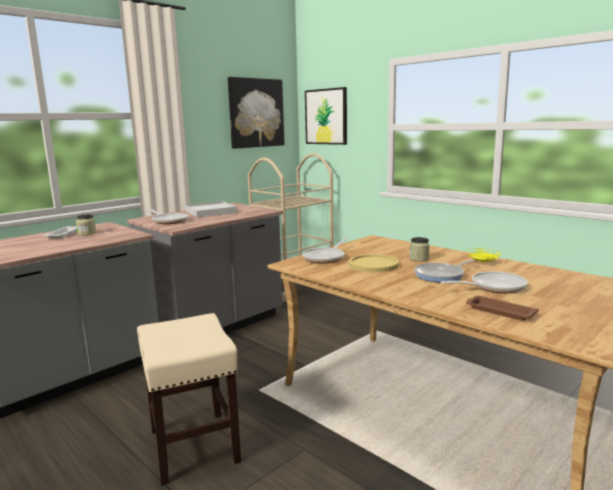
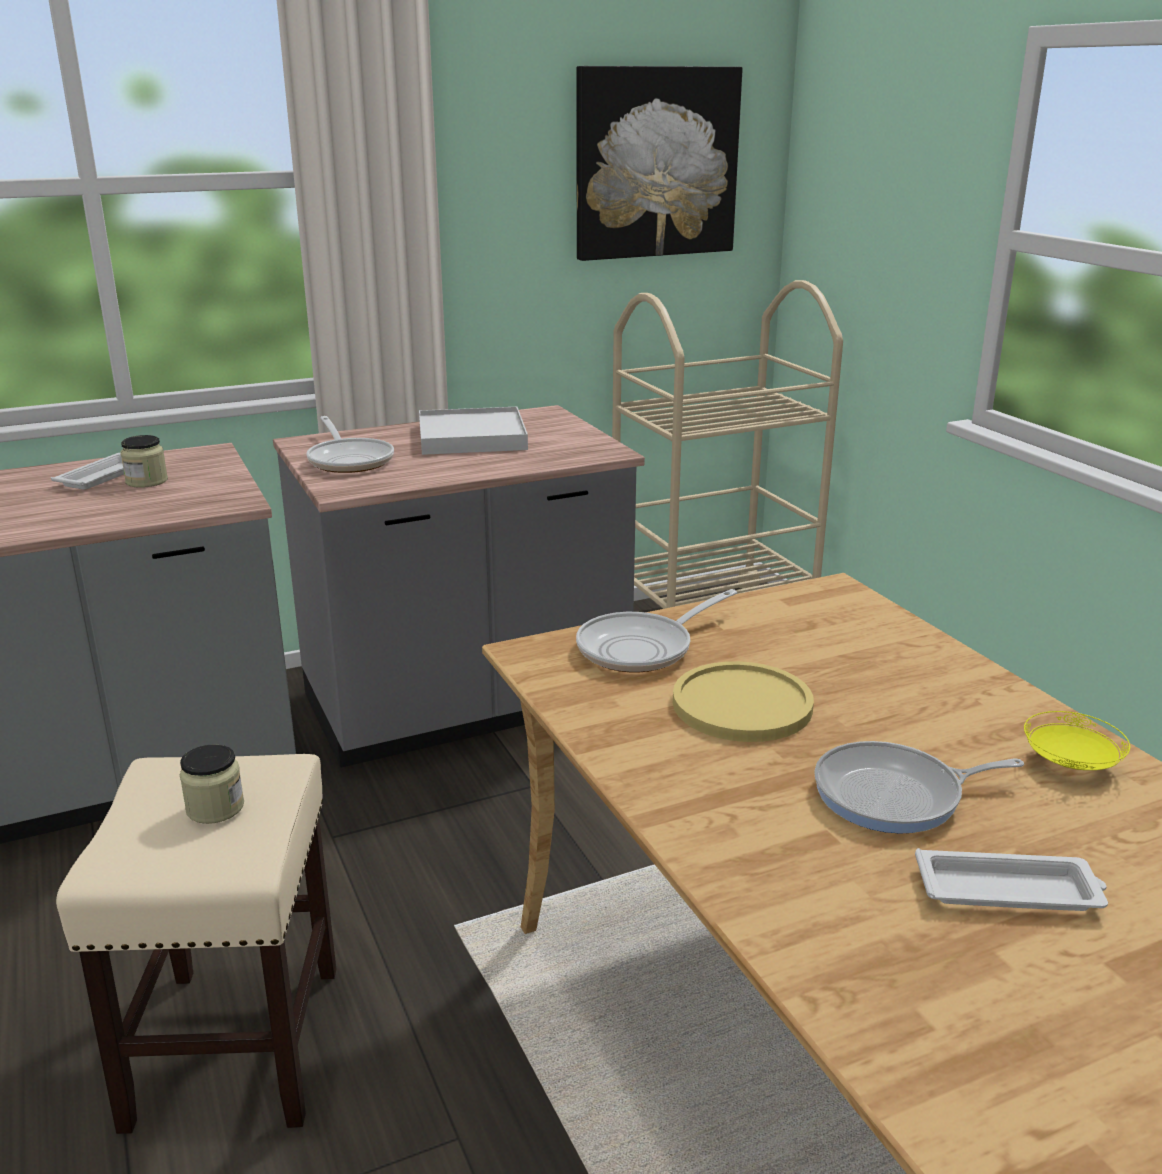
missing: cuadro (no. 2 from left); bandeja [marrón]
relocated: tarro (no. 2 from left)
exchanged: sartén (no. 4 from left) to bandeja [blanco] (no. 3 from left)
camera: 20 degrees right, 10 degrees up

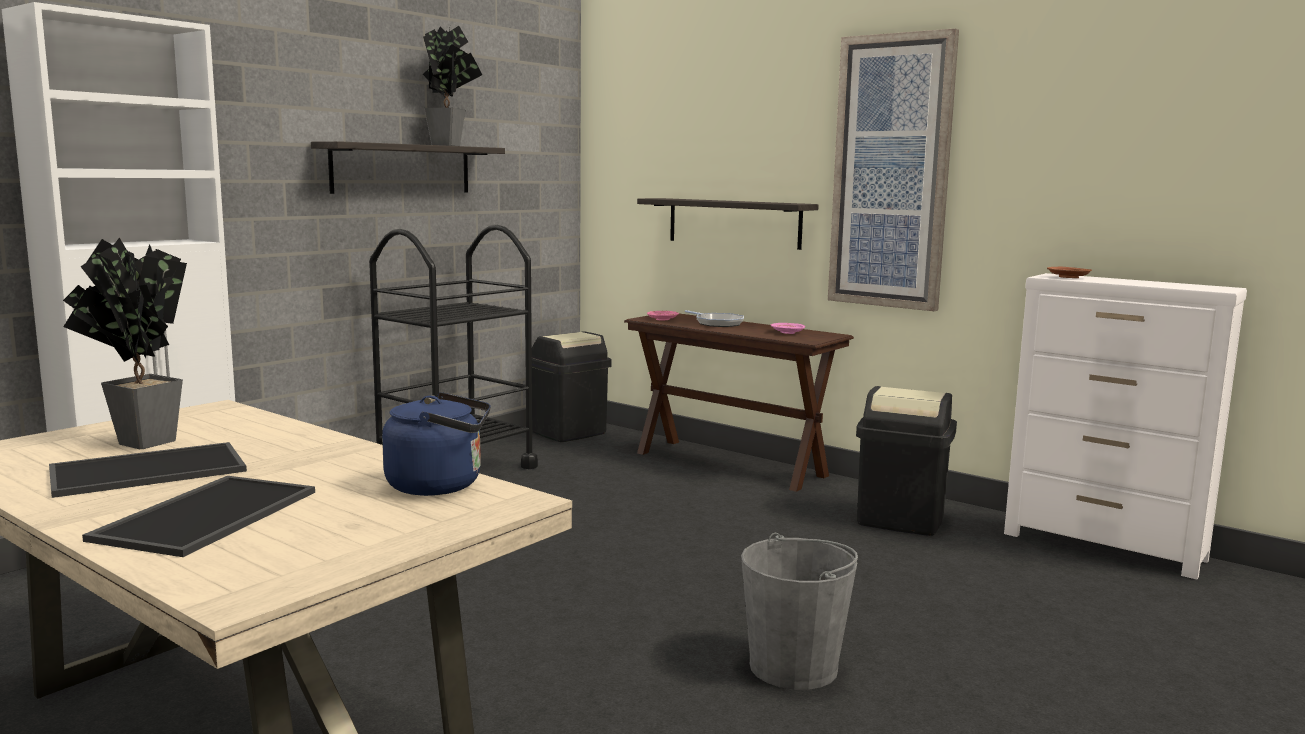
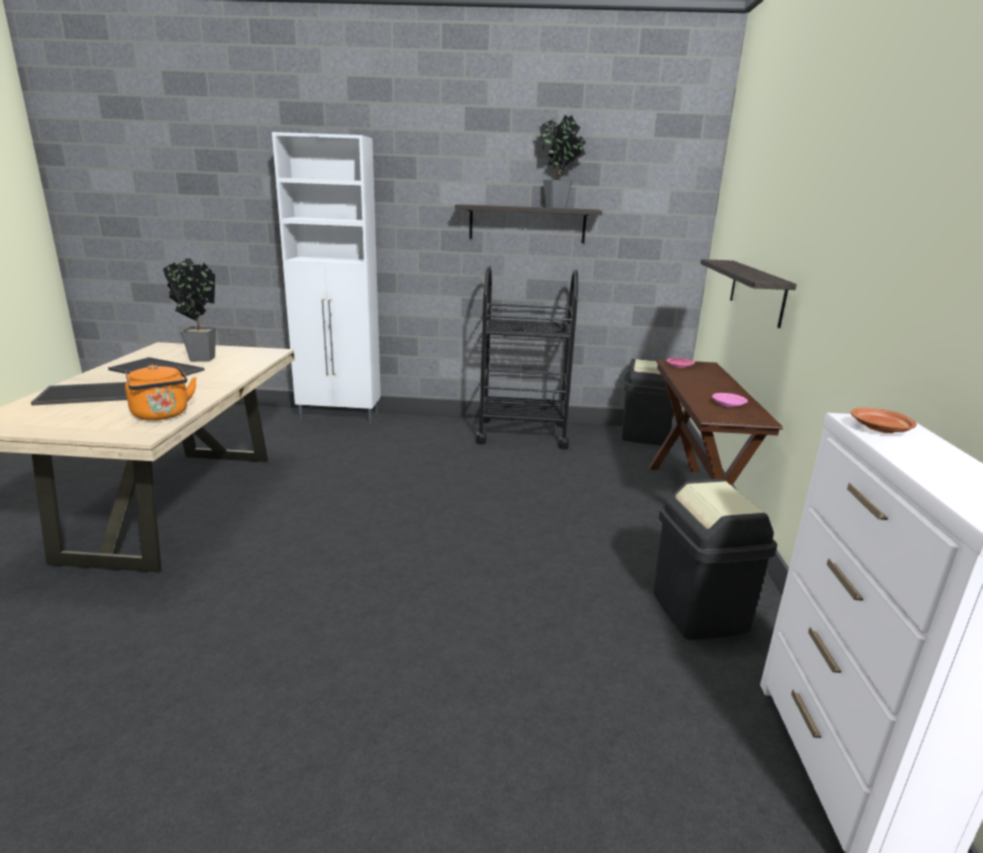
missing: sartén; cubo [gris]; cuadro
colour: hervidor [azul] to hervidor [naranja]
camera: 55 degrees right, 10 degrees up

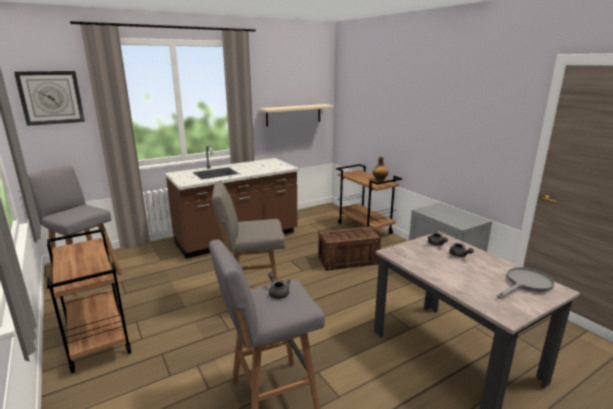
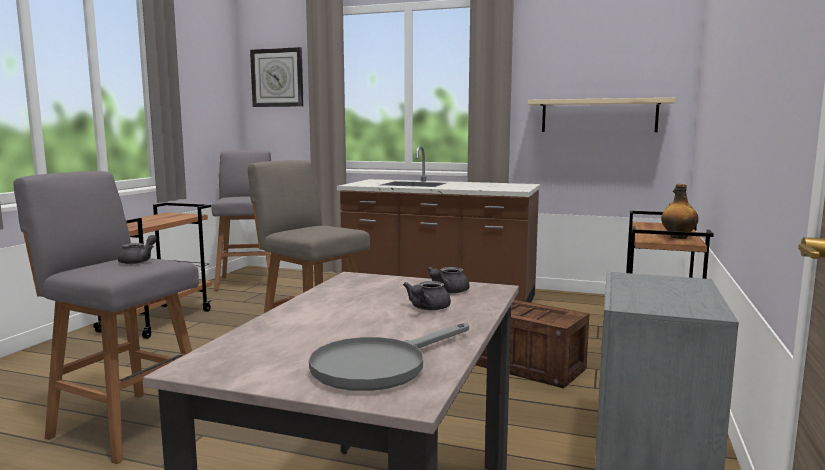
spun: sartén [gris] 120 degrees clockwise
camera: 50 degrees right, 10 degrees down

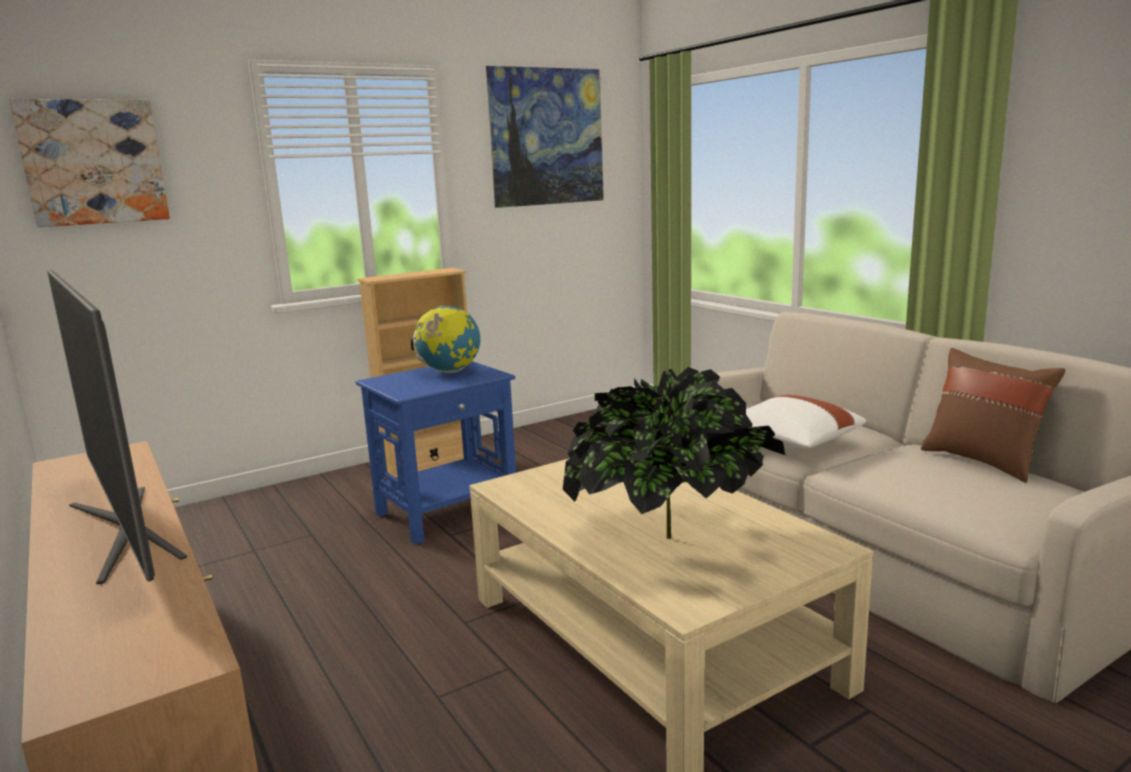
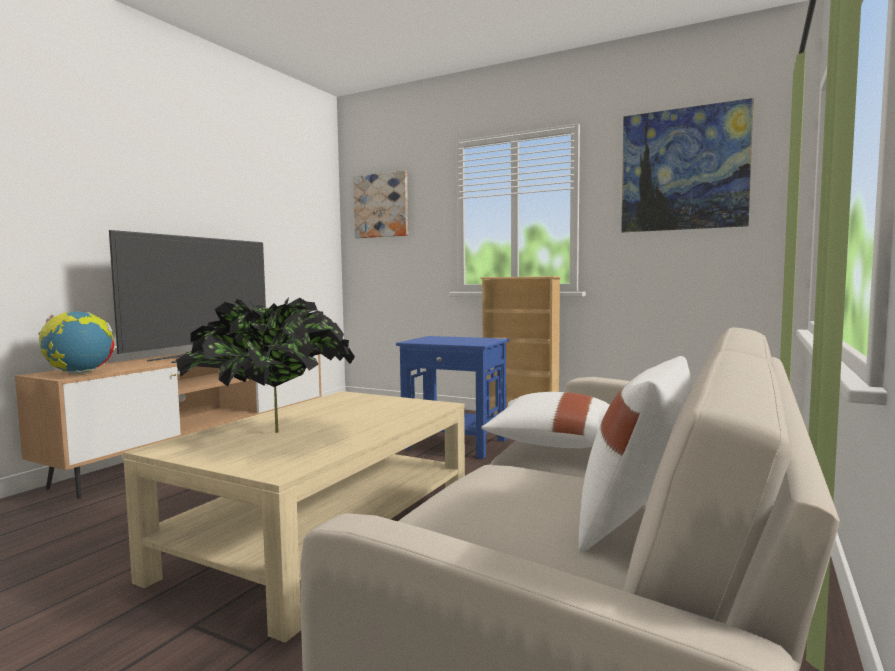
relocated: globo terráqueo
colour: cojín [marrón] to cojín [blanco] (no. 2 from left)
camera: 60 degrees right, 10 degrees down

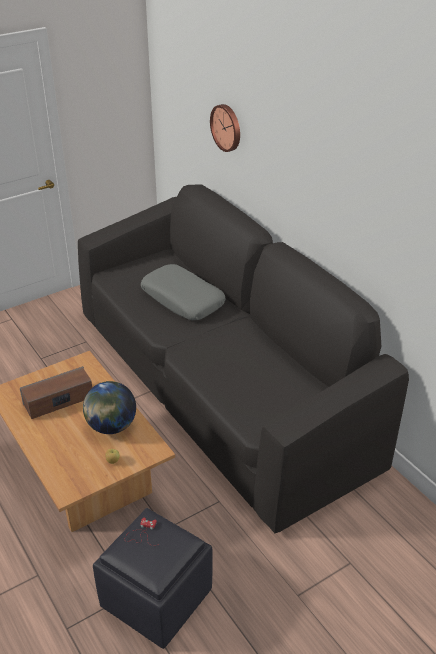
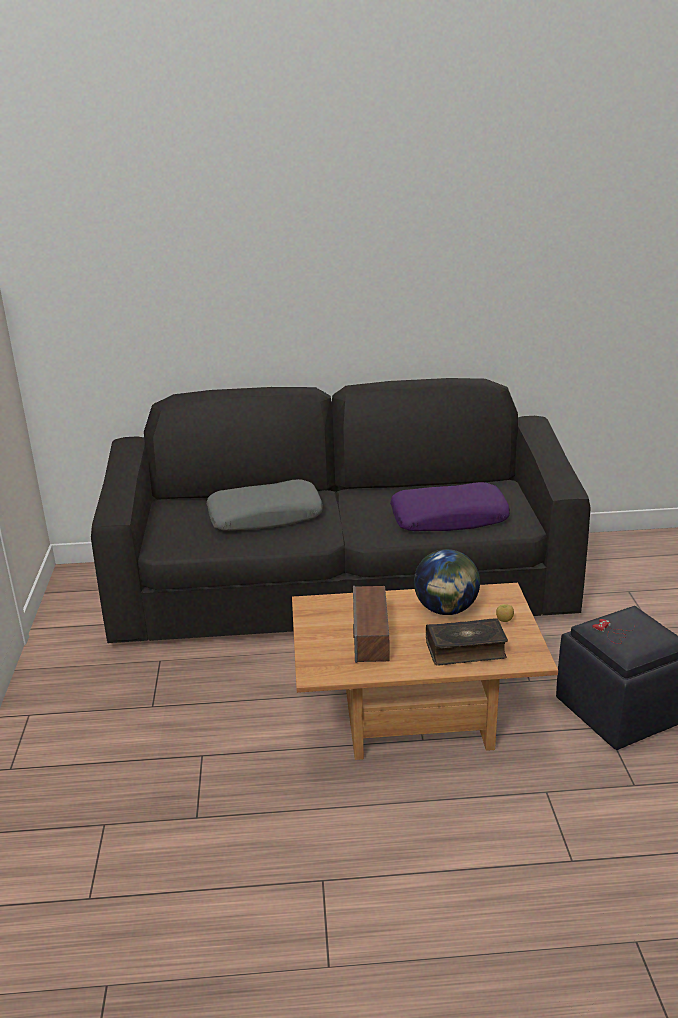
missing: reloj de pared
appeared: cojín [morado]; libro
camera: 60 degrees left, 10 degrees down

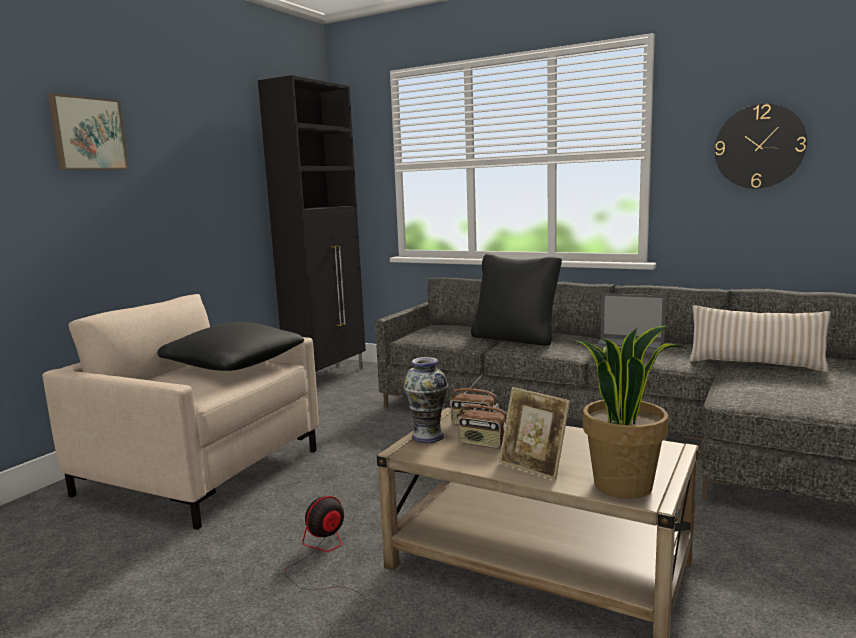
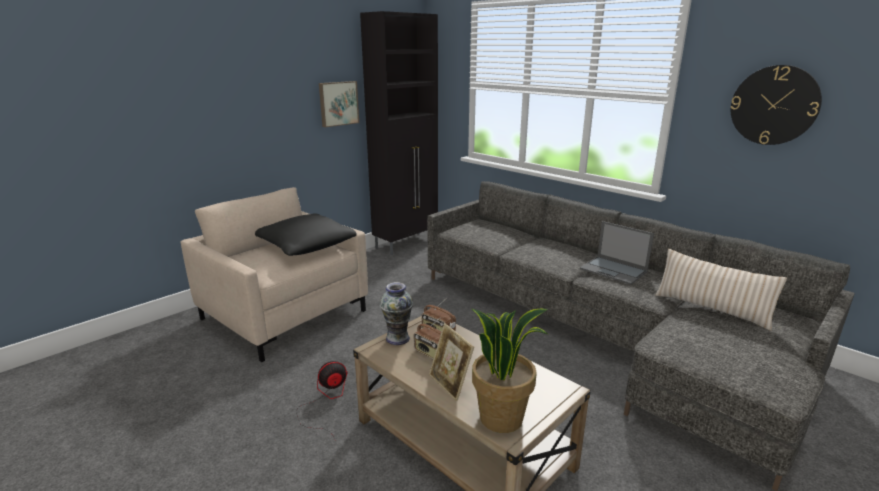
missing: cojín [negro] (no. 2 from left)
relocated: cuadro
camera: 15 degrees right, 10 degrees up

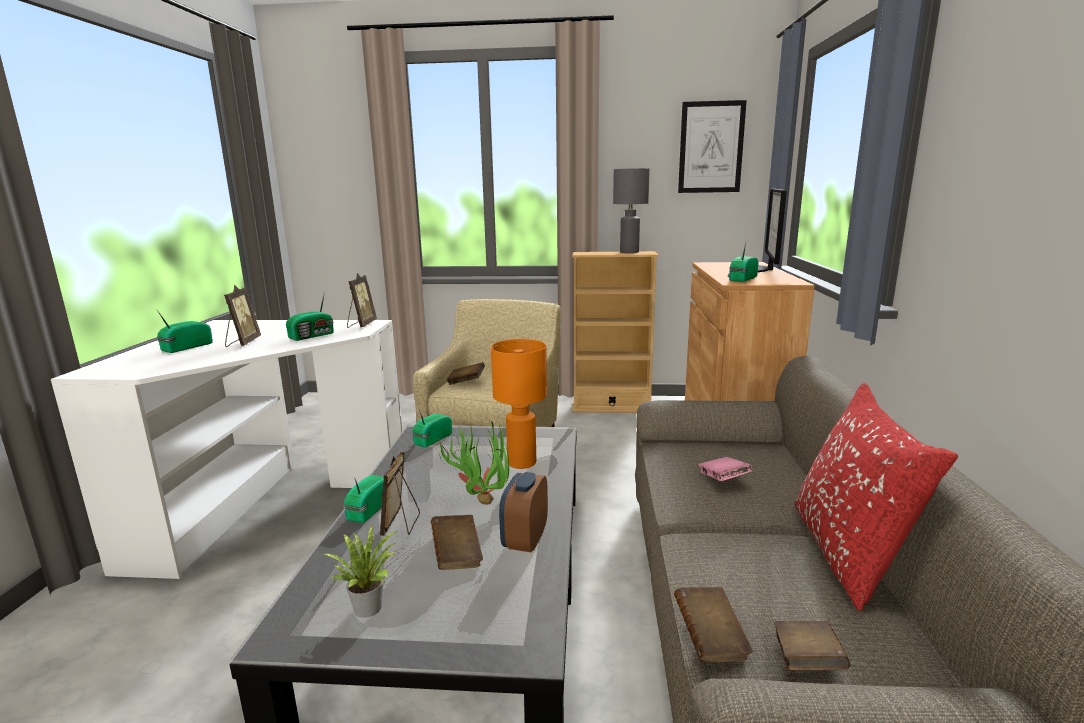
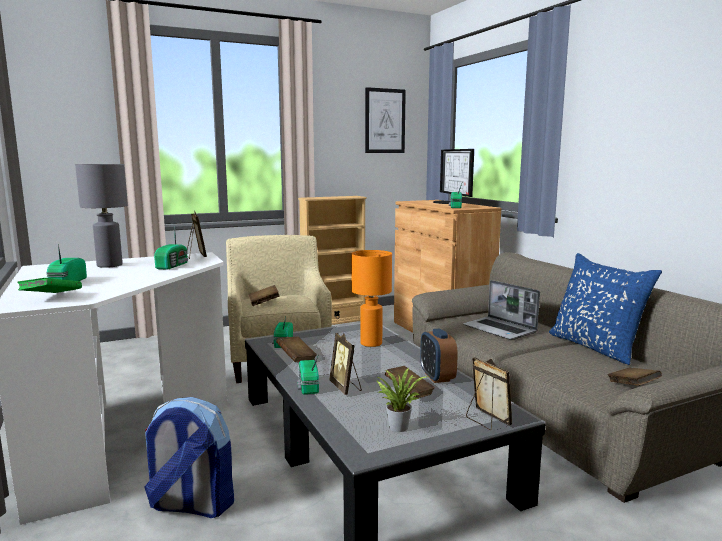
missing: planta en maceta (no. 2 from left)
appeared: libro [verde]; mochila
relocated: lámpara de mesa [gris]; libro [marrón] (no. 3 from left in the first image) to libro [marrón] (no. 2 from left); portarretratos (no. 1 from left in the first image) to portarretratos (no. 3 from left)
exchanged: libro [rosa] to portátil
colour: cojín [rojo] to cojín [azul]
camera: 30 degrees left, 5 degrees down

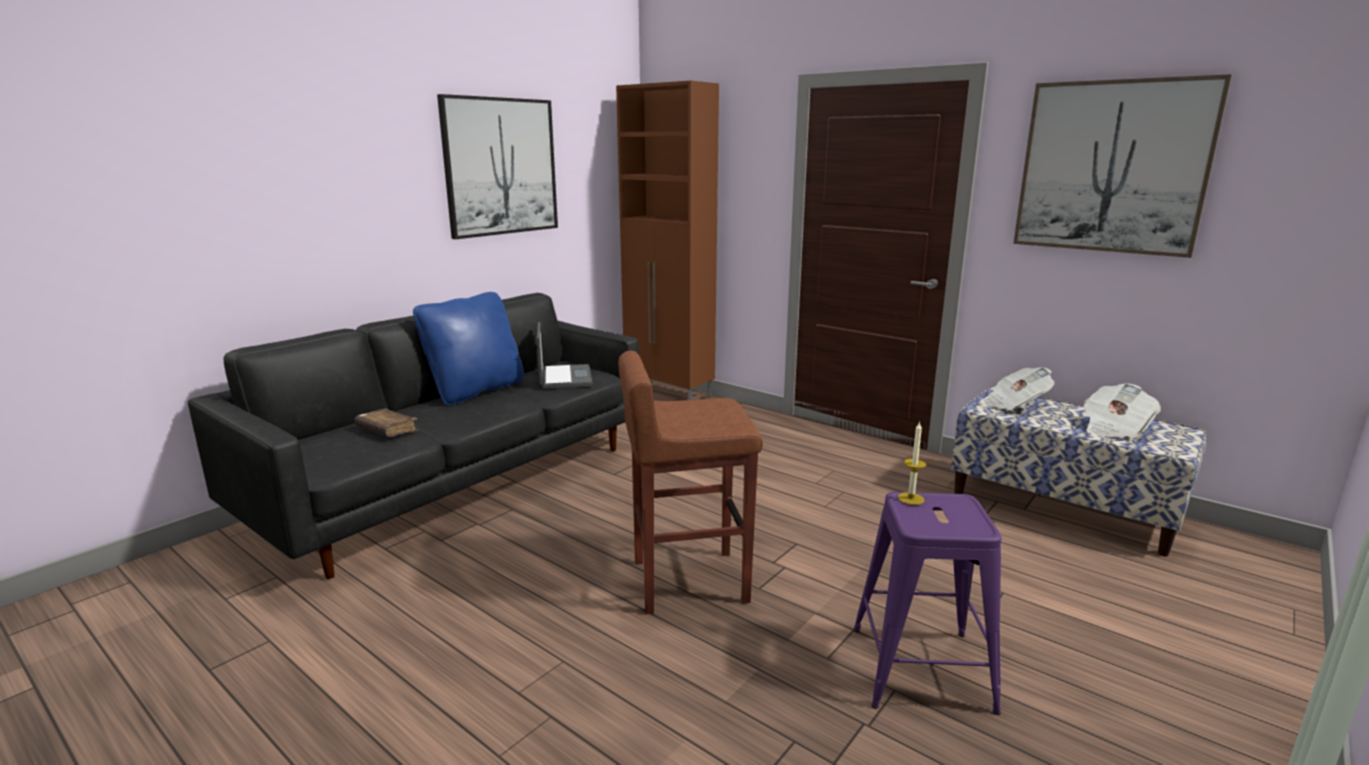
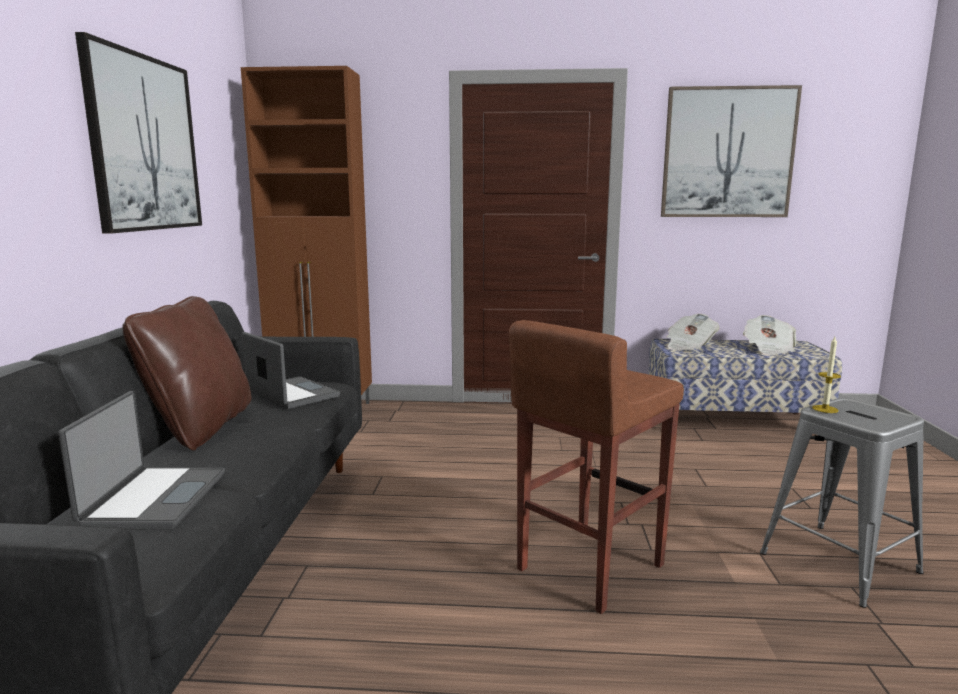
exchanged: libro [marrón] to portátil (no. 1 from left)
colour: cojín [azul] to cojín [marrón]; taburete [morado] to taburete [gris]
camera: 35 degrees left, 5 degrees down

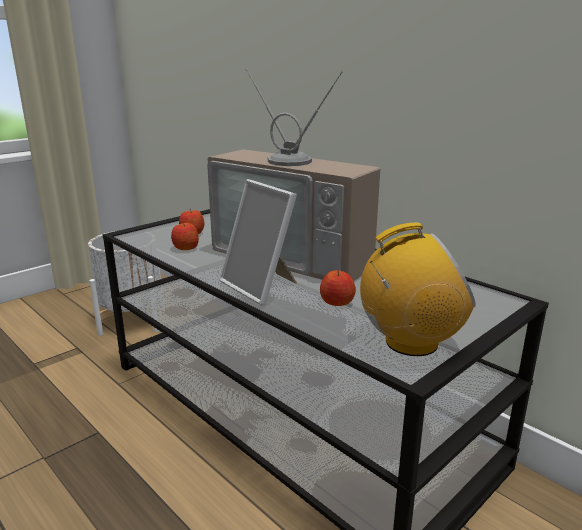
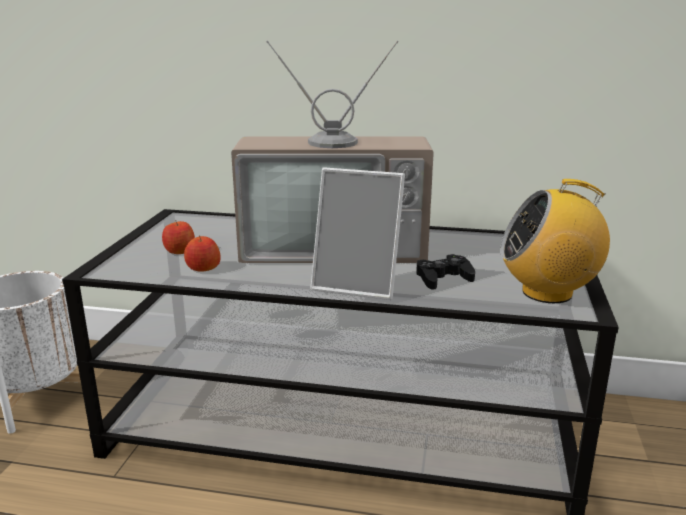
exchanged: manzana (no. 3 from left) to mando de consola [negro]
spun: radio 135 degrees counterclockwise
camera: 35 degrees left, 0 degrees up

